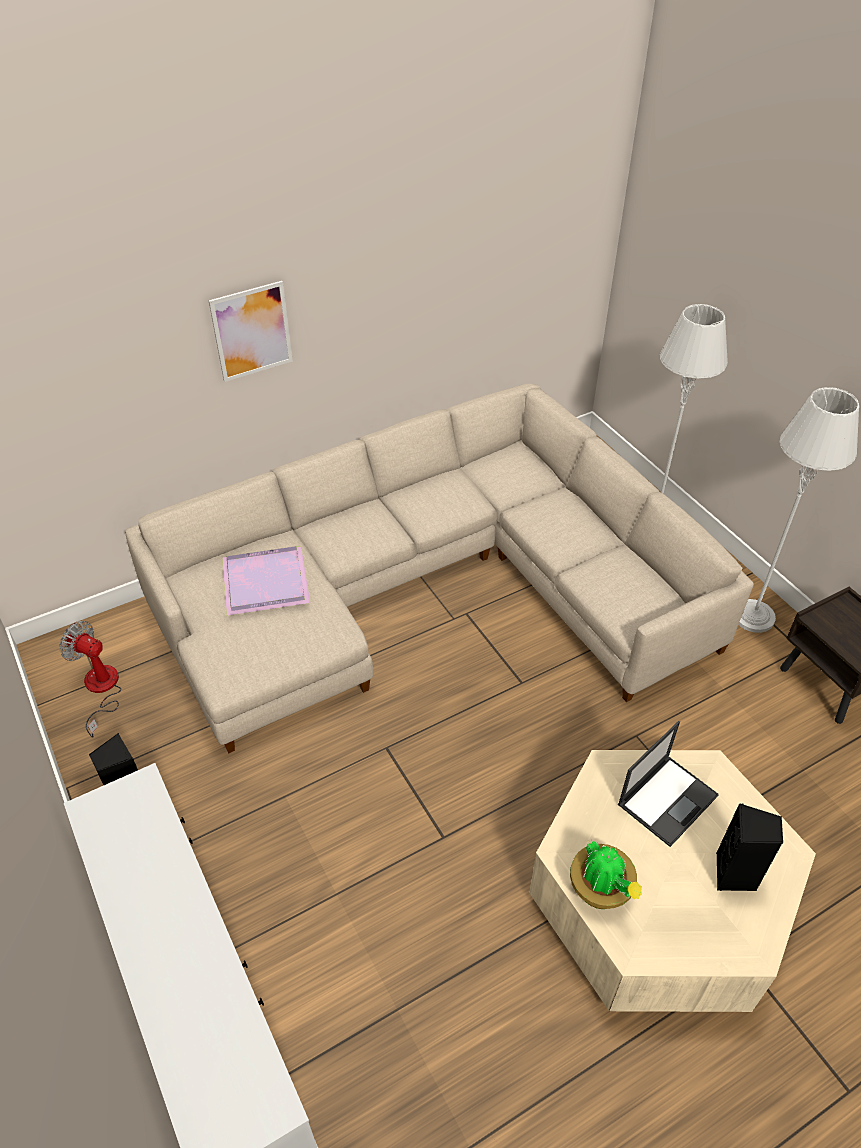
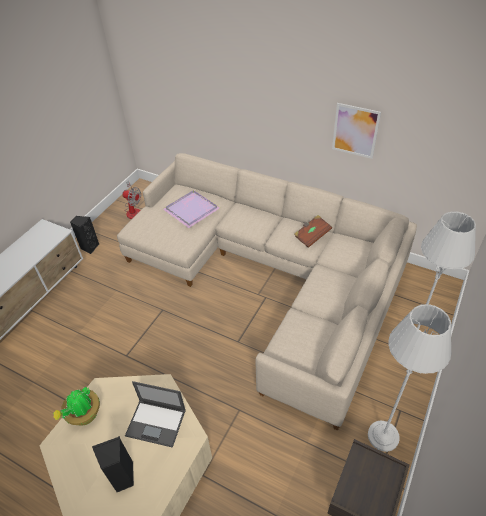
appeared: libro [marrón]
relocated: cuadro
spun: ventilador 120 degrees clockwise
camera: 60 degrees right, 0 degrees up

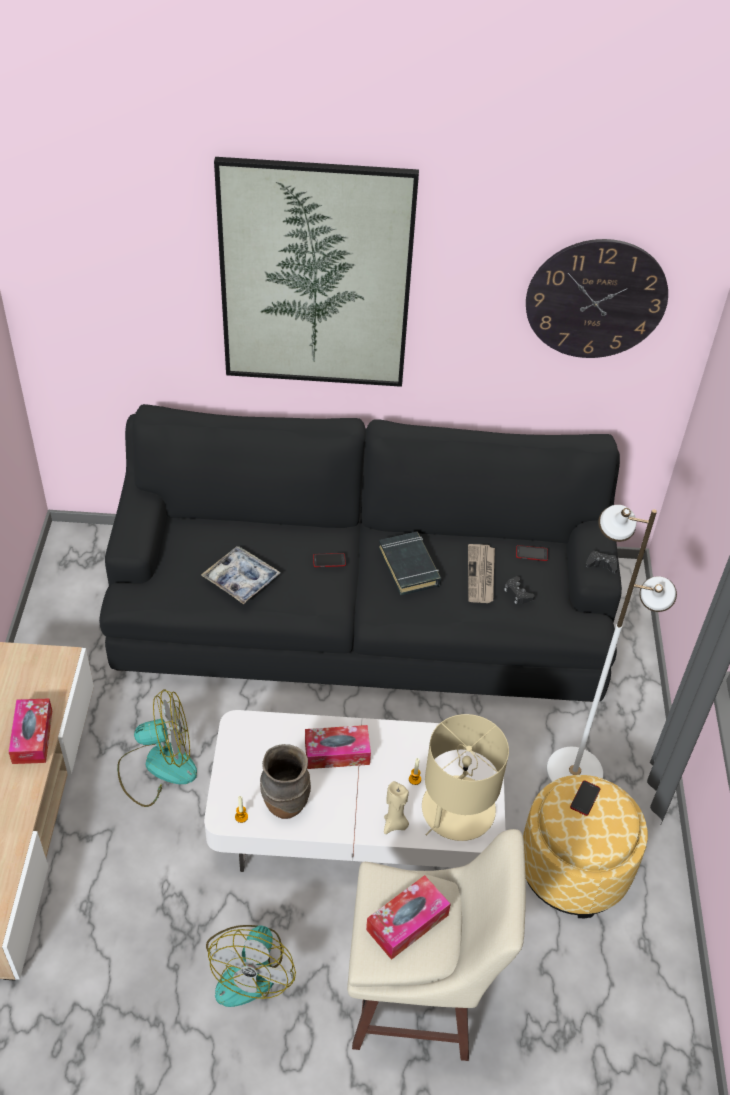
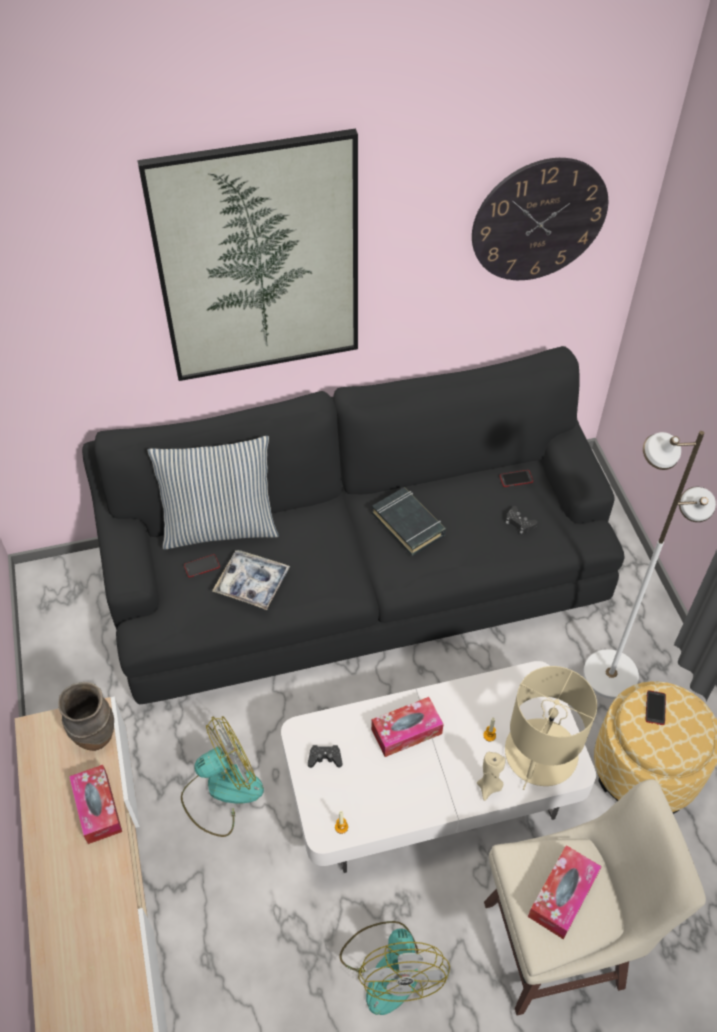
missing: periódico
appeared: cojín
relocated: florero [marrón]; móvil (no. 1 from left); mando de consola [negro] (no. 2 from left in the first image) to mando de consola [negro] (no. 1 from left)
camera: 15 degrees left, 5 degrees up

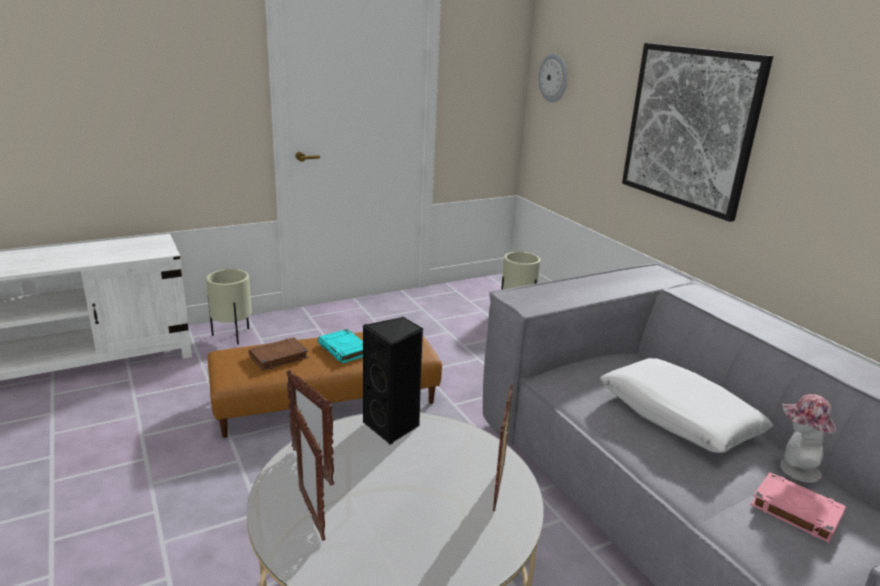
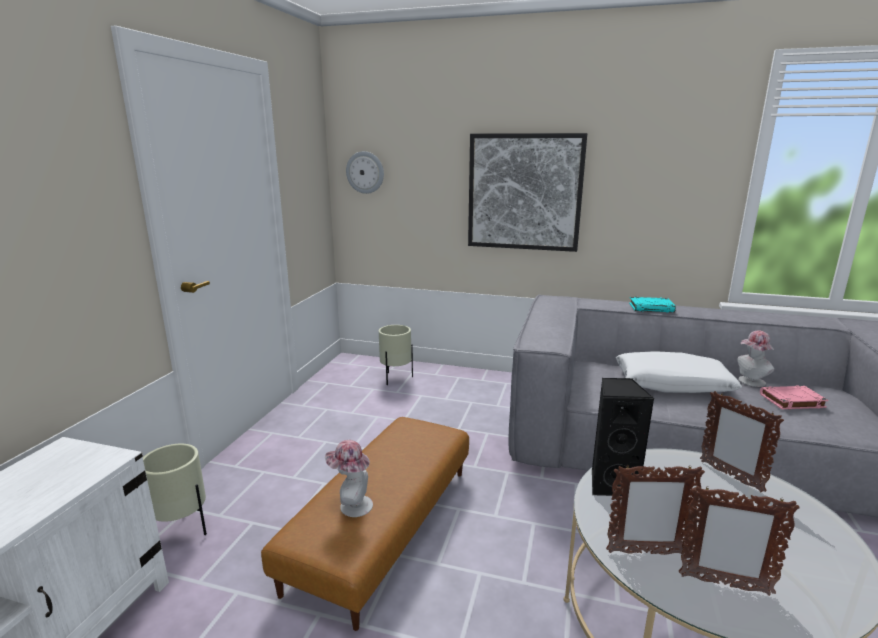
relocated: libro [turquesa]
exchanged: libro [marrón] to sombrero (no. 1 from left)
camera: 45 degrees left, 5 degrees down

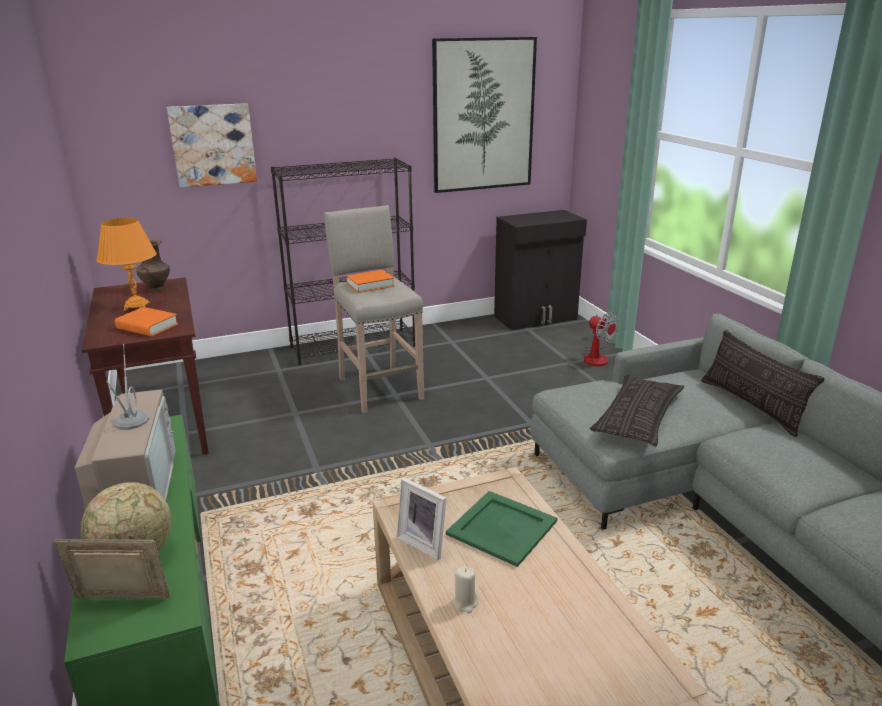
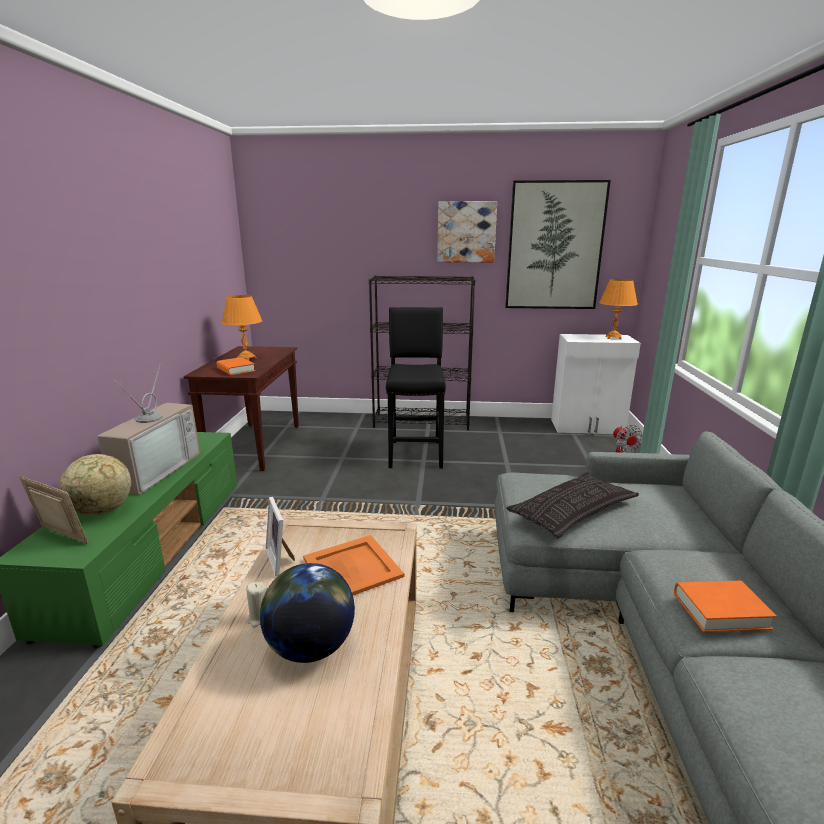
missing: florero [marrón]; cojín (no. 2 from left)
appeared: globo terráqueo (no. 2 from left); lámpara de mesa [naranja] (no. 2 from left)
relocated: cuadro (no. 1 from left); libro [naranja] (no. 2 from left)
colour: bandeja [verde] to bandeja [naranja]; taburete [beis] to taburete [negro]; armario [negro] to armario [blanco]
camera: 25 degrees right, 5 degrees down

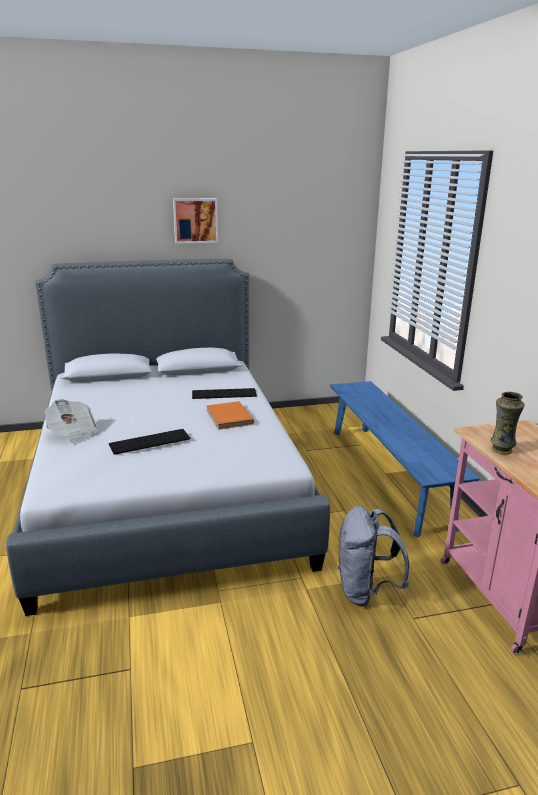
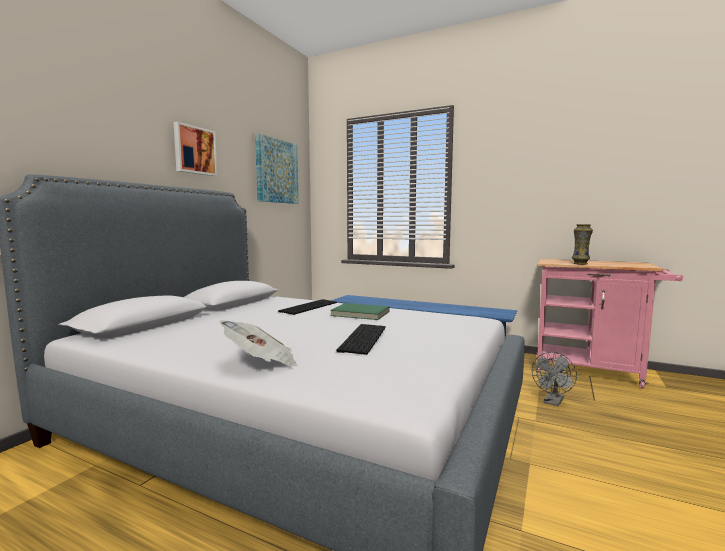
appeared: cuadro (no. 2 from left)
exchanged: mochila [gris] to ventilador [gris]
colour: libro [naranja] to libro [verde]
camera: 50 degrees left, 15 degrees down

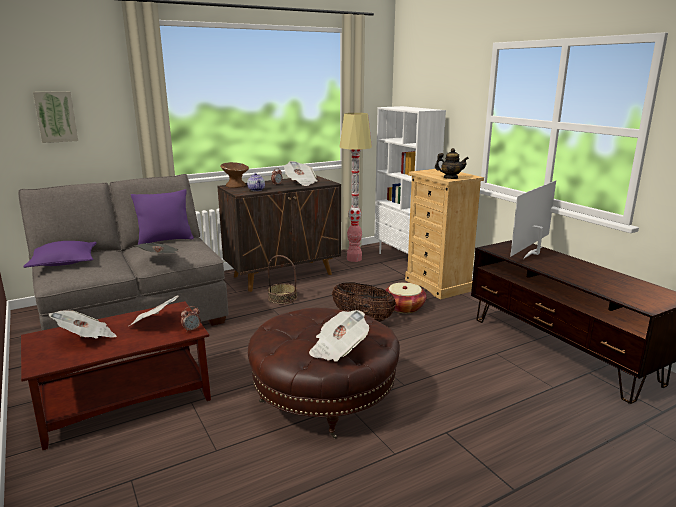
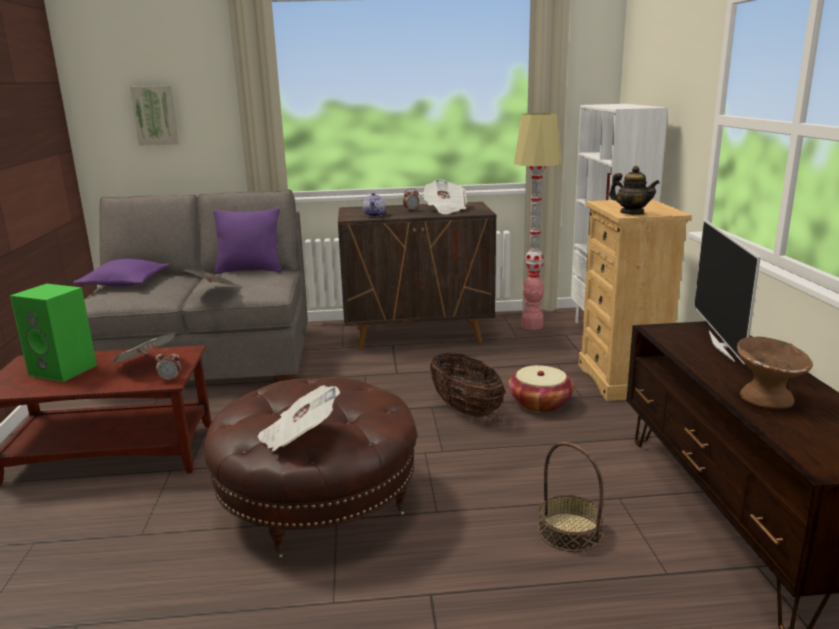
relocated: cesta (no. 1 from left in the first image) to cesta (no. 3 from left); cuenco [marrón]
exchanged: periódico (no. 1 from left) to altavoz [verde]
spun: televisor 60 degrees counterclockwise
camera: 25 degrees right, 0 degrees up

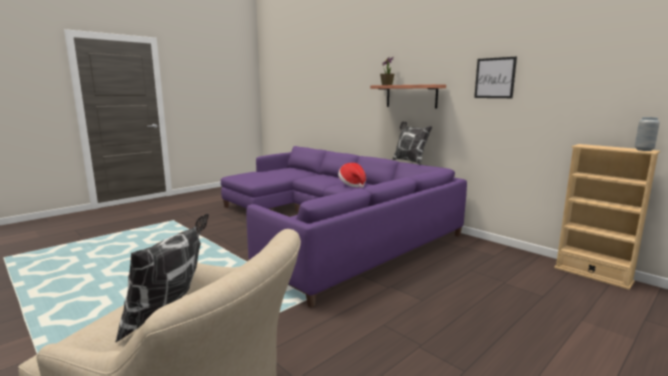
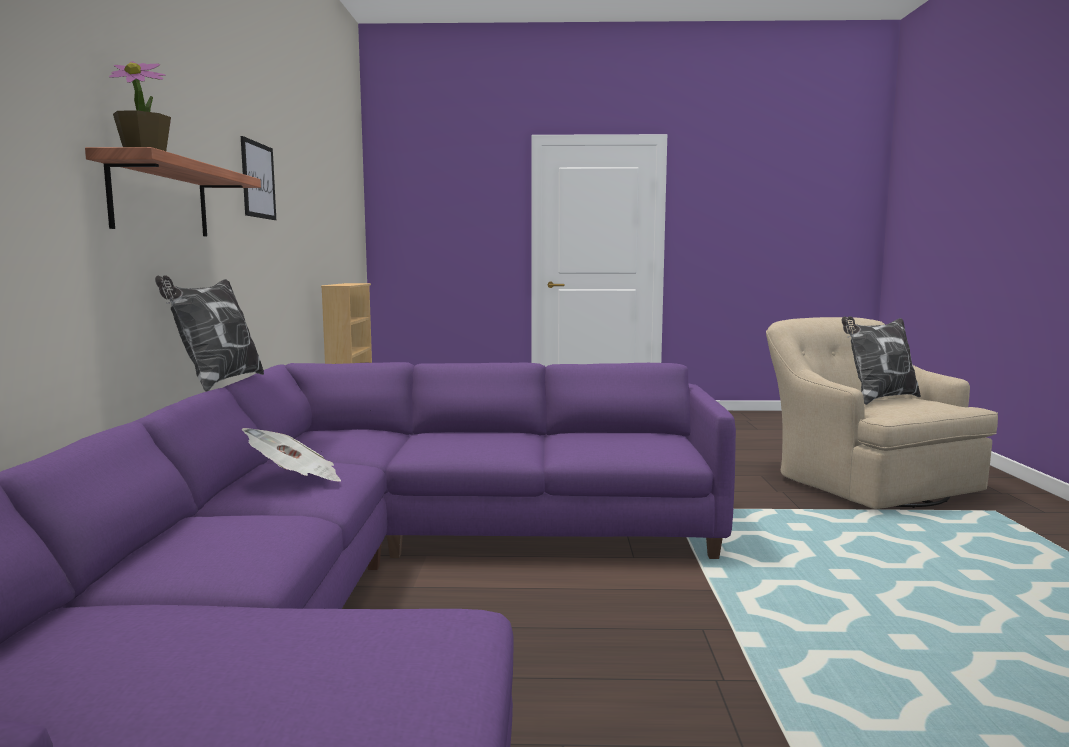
missing: florero [gris]
exchanged: sombrero to periódico
camera: 135 degrees left, 5 degrees down

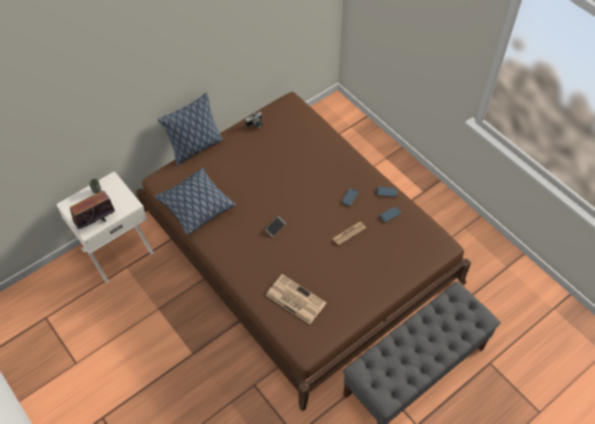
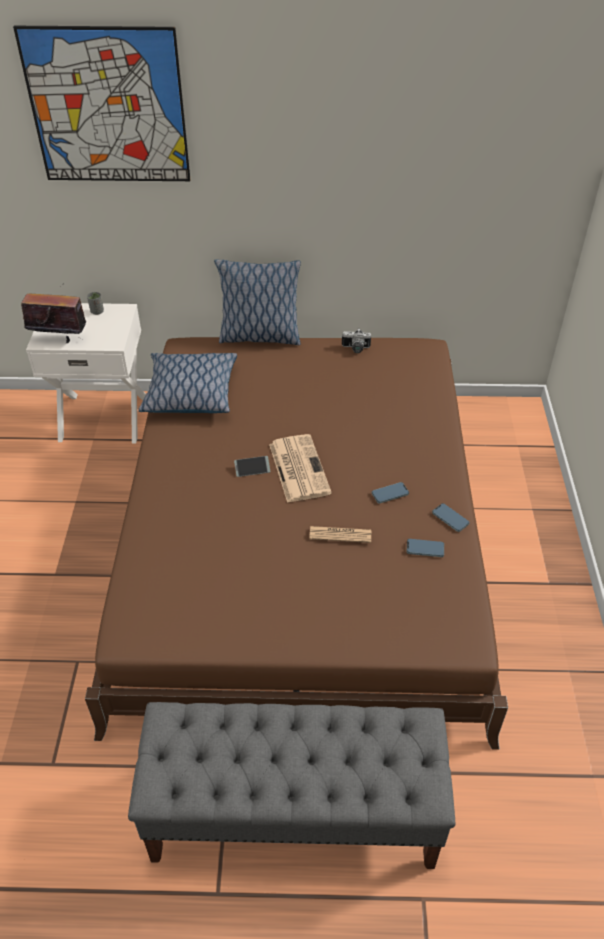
appeared: cuadro
relocated: periódico (no. 1 from left)
camera: 40 degrees right, 10 degrees down

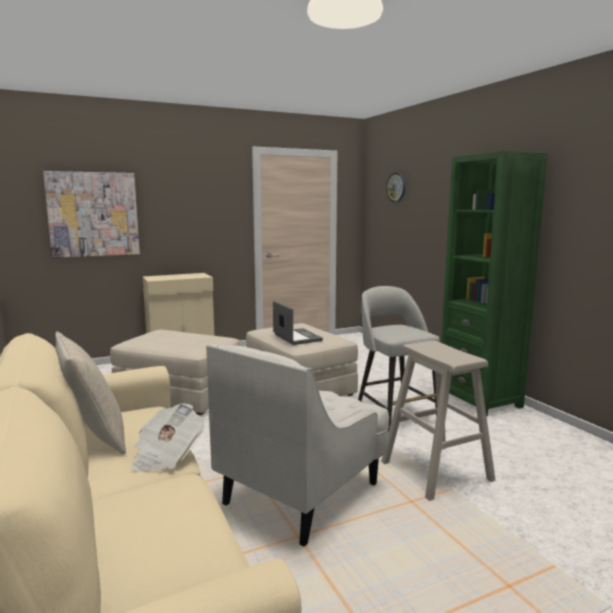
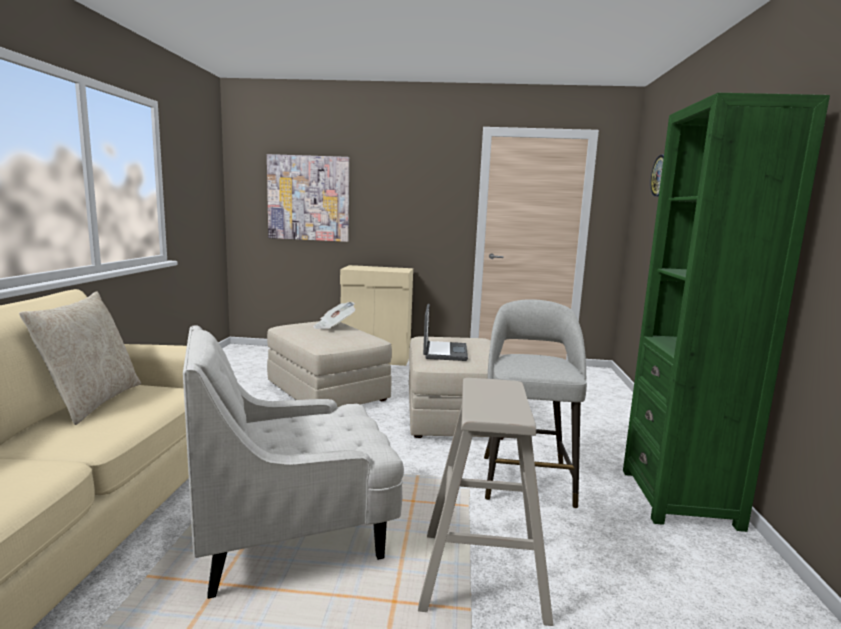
relocated: periódico
camera: 30 degrees right, 0 degrees up

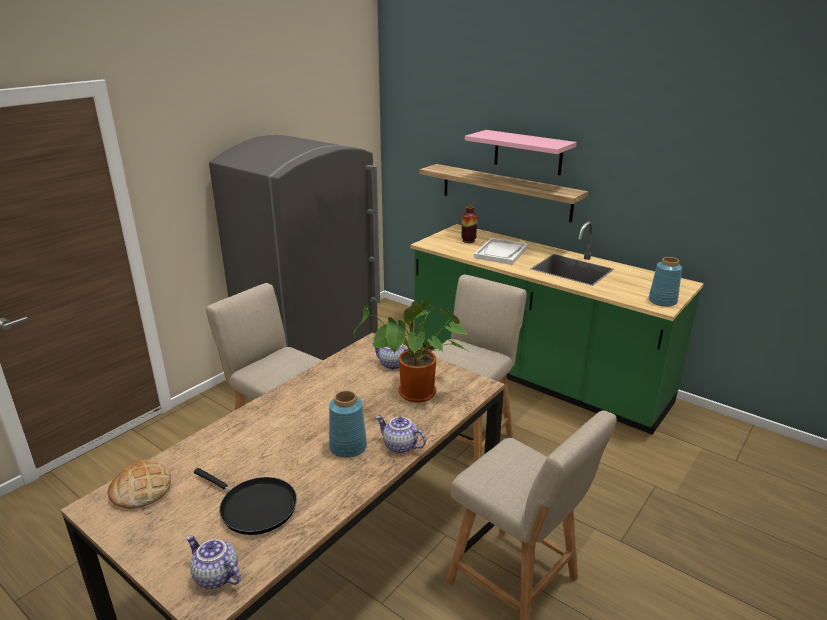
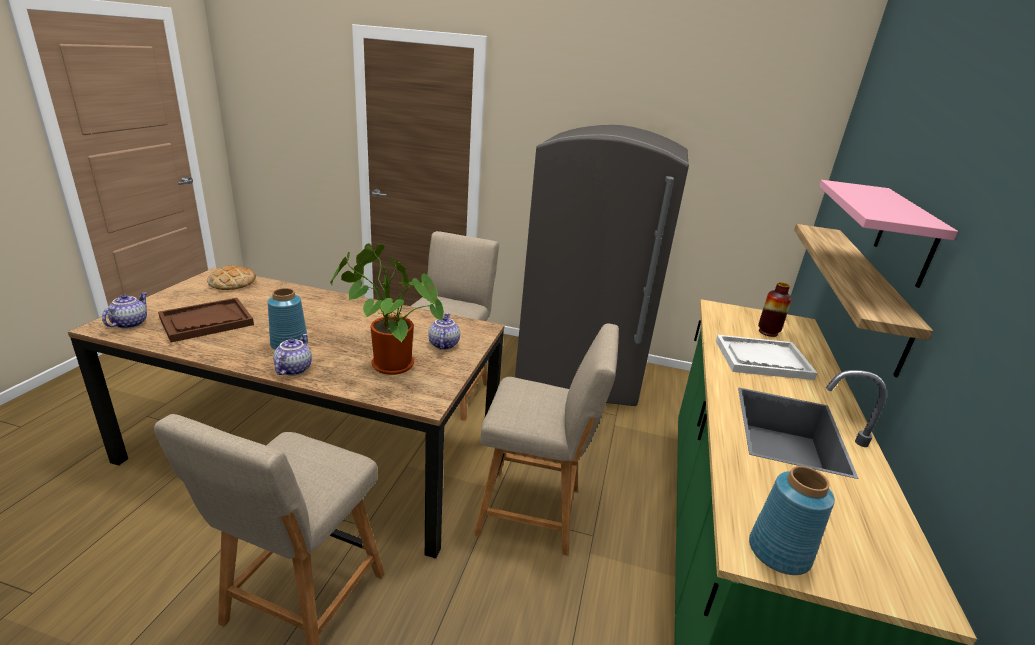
exchanged: sartén [negro] to bandeja [marrón]
camera: 65 degrees right, 0 degrees up

